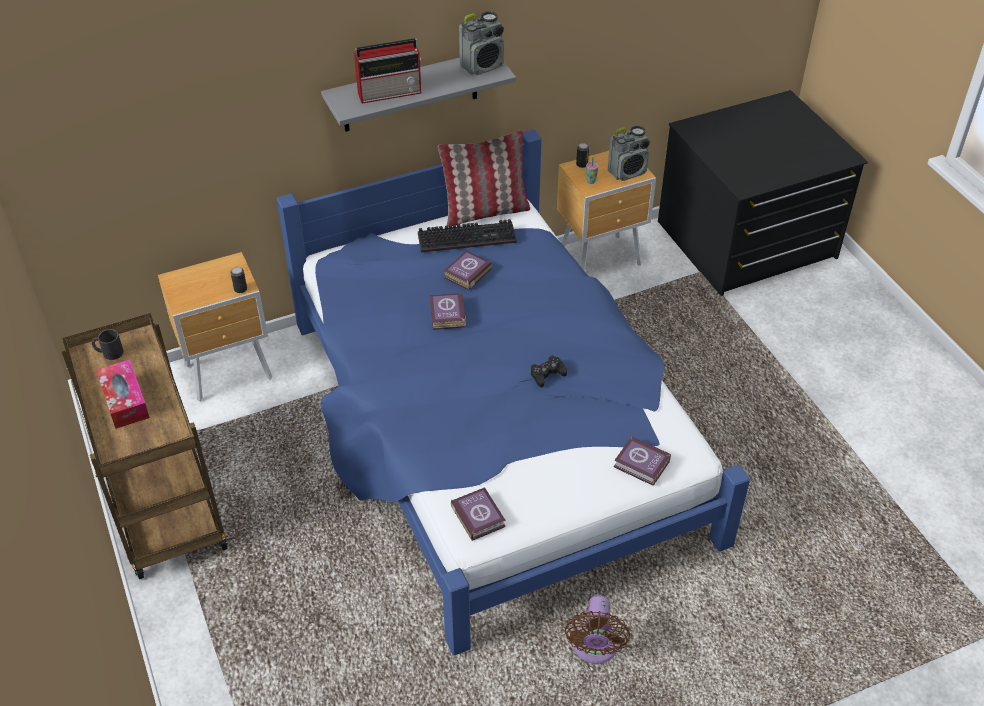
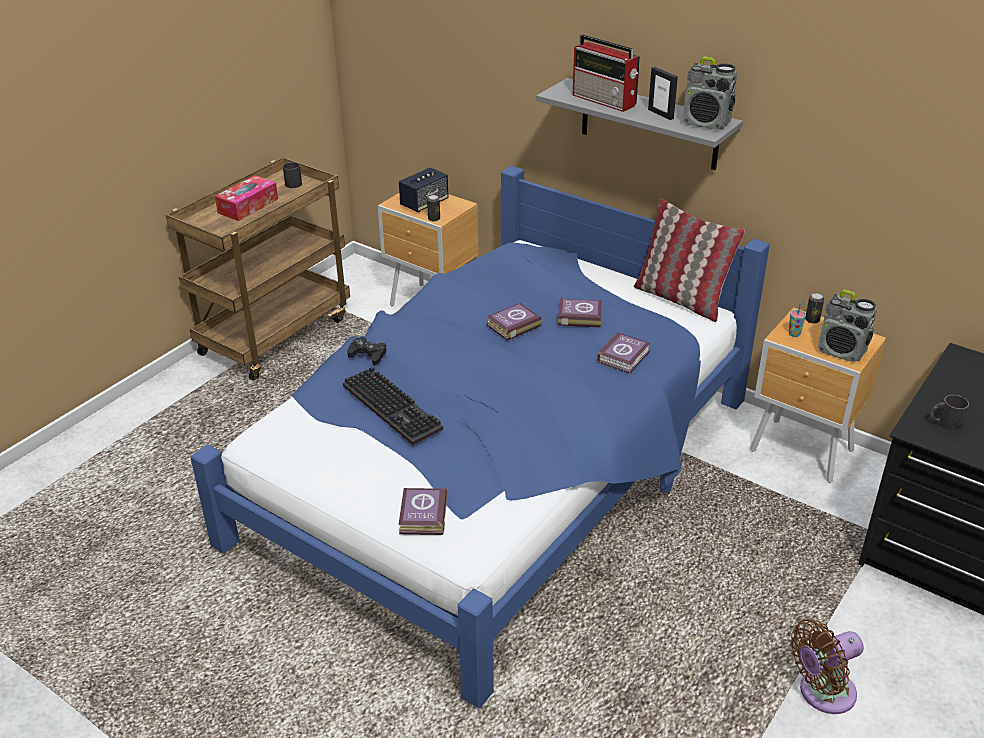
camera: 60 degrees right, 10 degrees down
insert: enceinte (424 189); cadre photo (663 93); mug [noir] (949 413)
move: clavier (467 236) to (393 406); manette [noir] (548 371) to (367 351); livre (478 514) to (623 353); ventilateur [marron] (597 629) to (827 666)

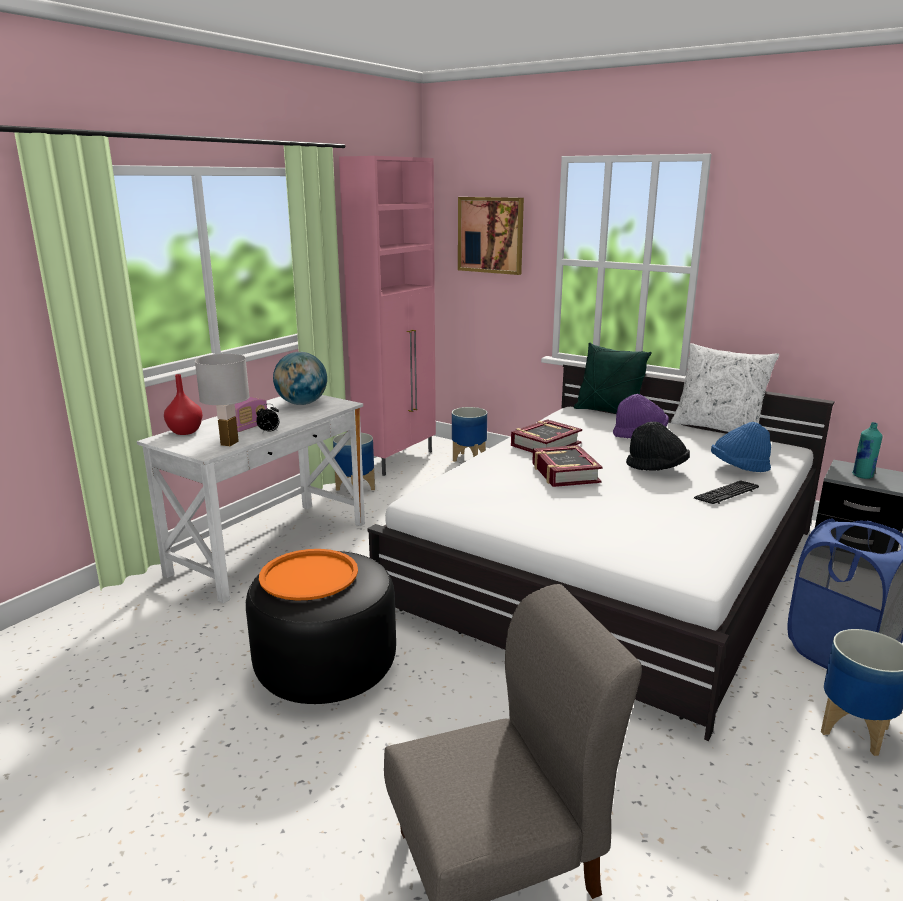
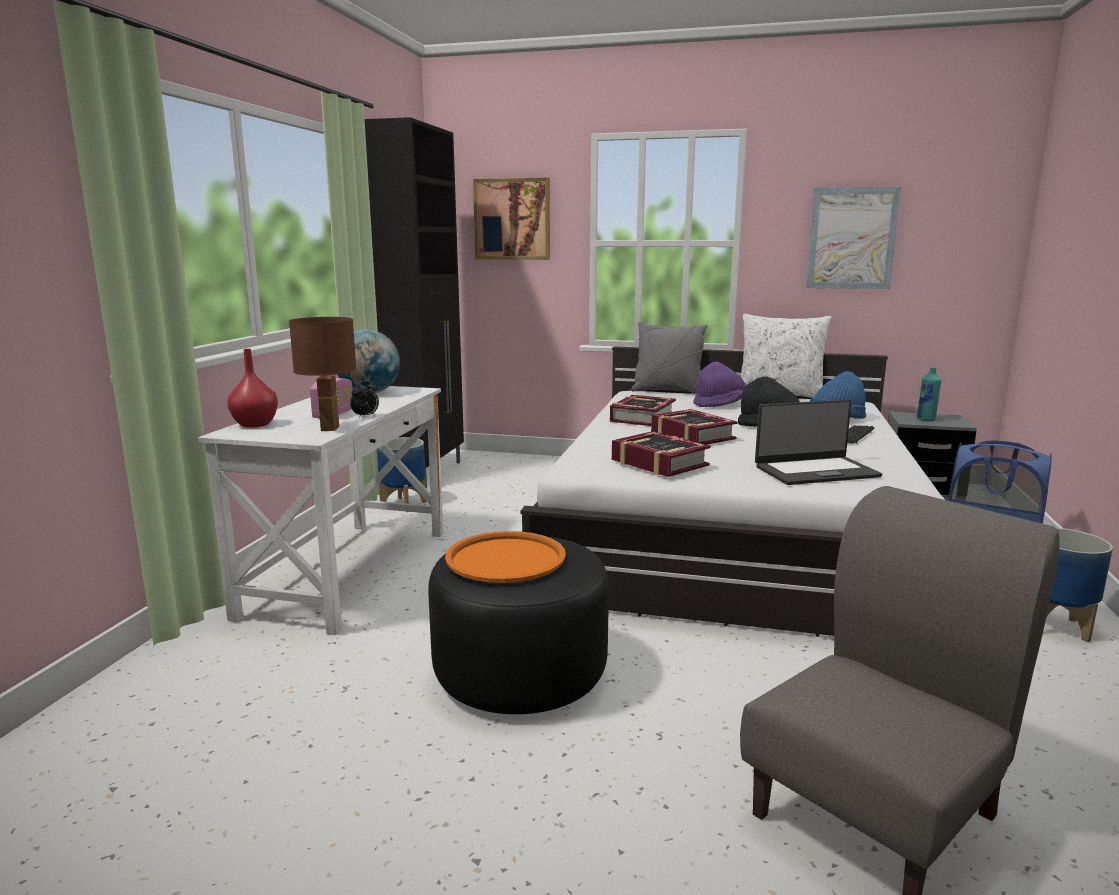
camera: 20 degrees left, 5 degrees down
delete: cache-pot (469 434)
insert: livre (661 454); ordinateur portable (818 442); tableau (853 238)
recolor: lampe de table [blanc] (222 400) to lampe de table [marron] (323 374); meuble de rangement [rose] (387 316) to meuble de rangement [noir] (414 302); coussin [vert] (613 378) to coussin [gris] (669 357)

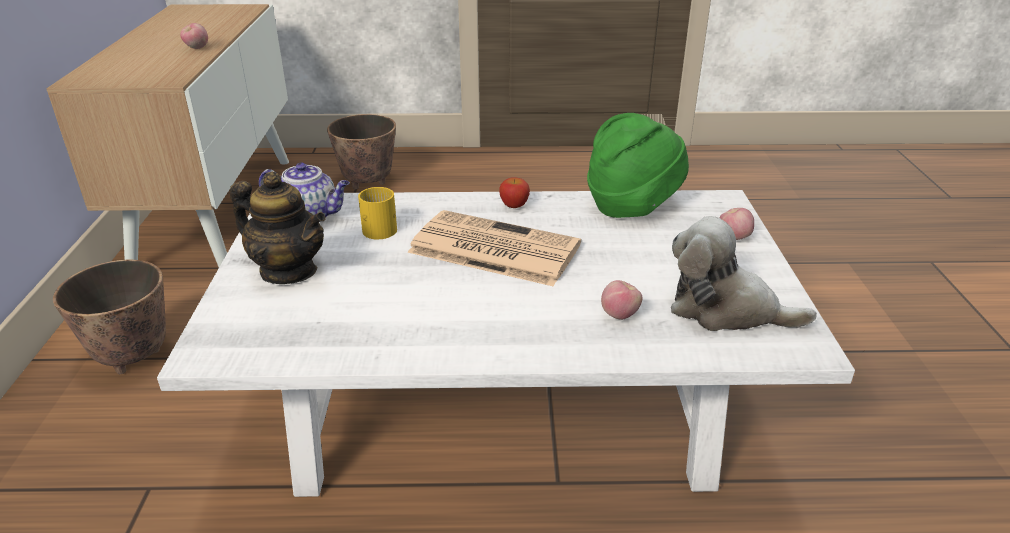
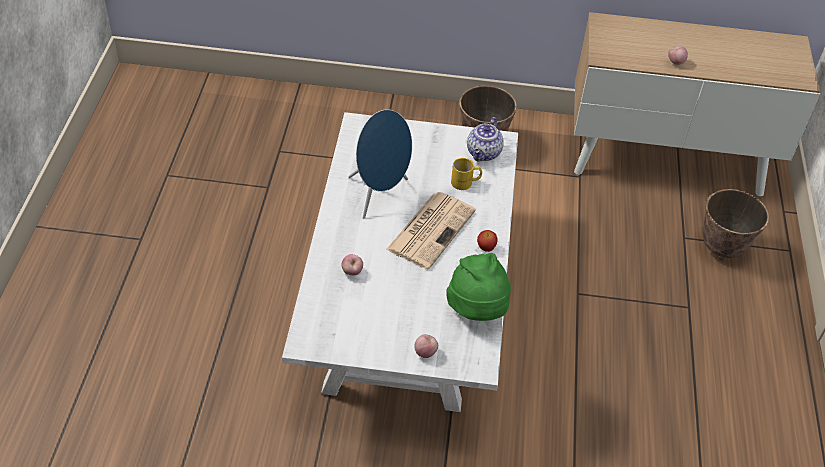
camera: 95 degrees right, 15 degrees up
delete: théière (278 228); peluche (744 273)
insert: enceinte [bleu] (380 163)

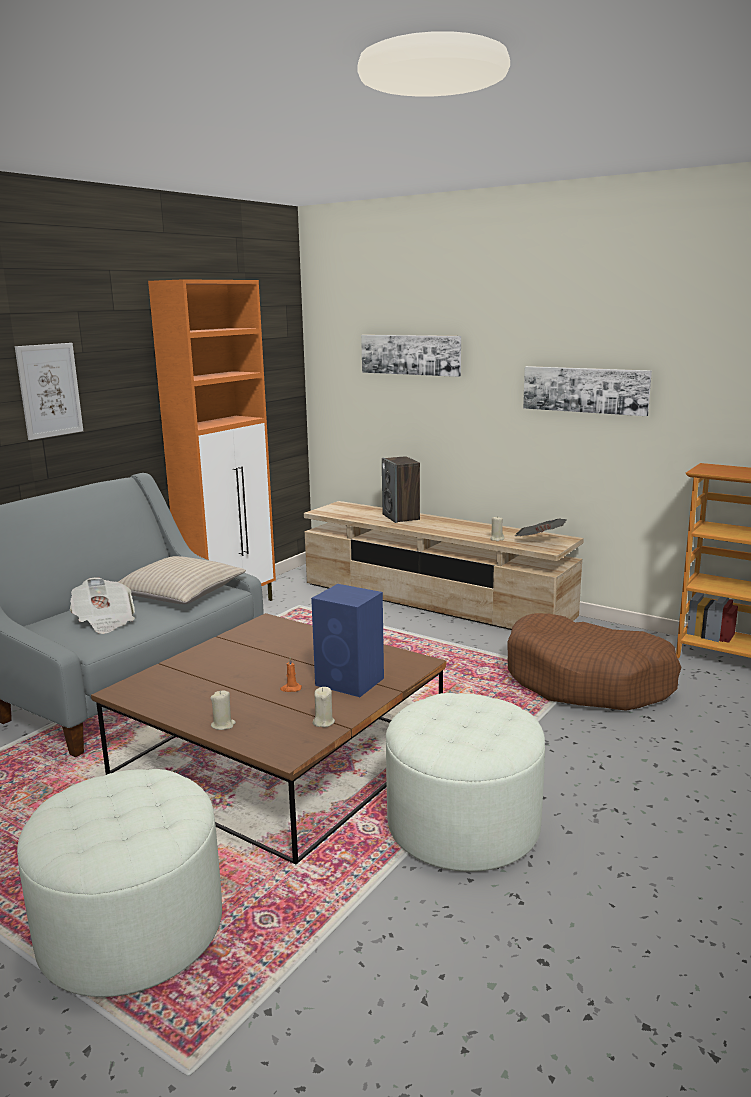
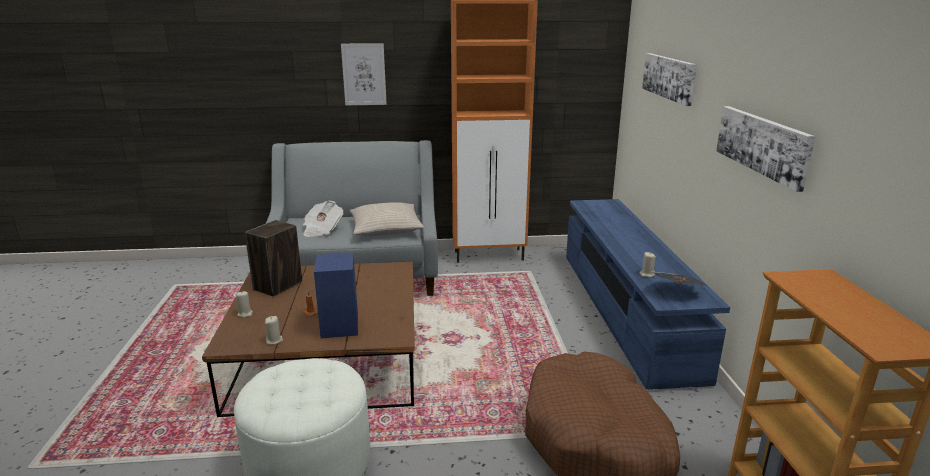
camera: 50 degrees right, 5 degrees up
delete: pouf [blanc] (119 883)
move: enceinte (401 489) to (273 258)
recolor: meuble télé [beige] (444 565) to meuble télé [bleu] (648 294)

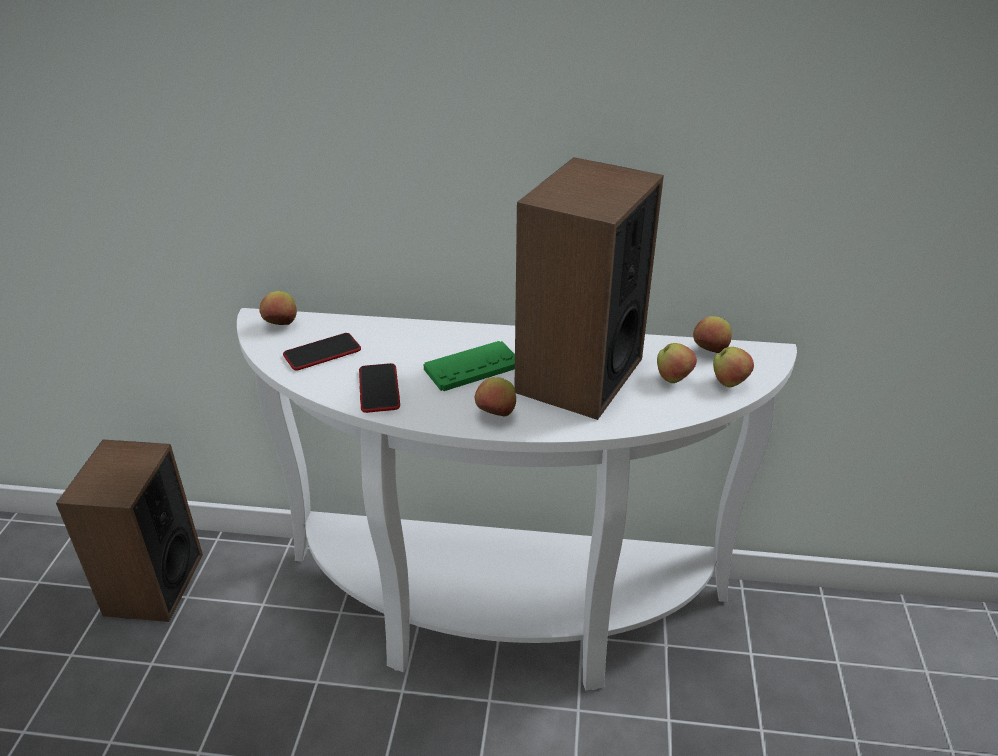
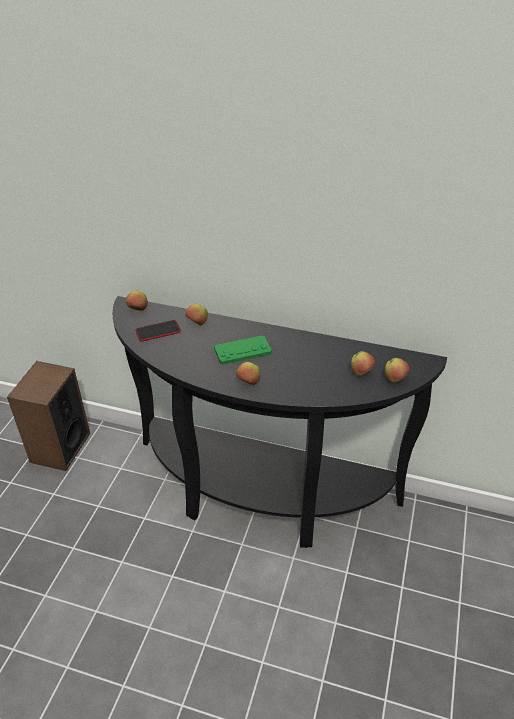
camera: 10 degrees right, 5 degrees up
delete: téléphone (379 388); enceinte (589 288)
move: pomme (712 334) to (197 314)
recolor: table console [blanc] (517 499) to table console [noir] (280 422)

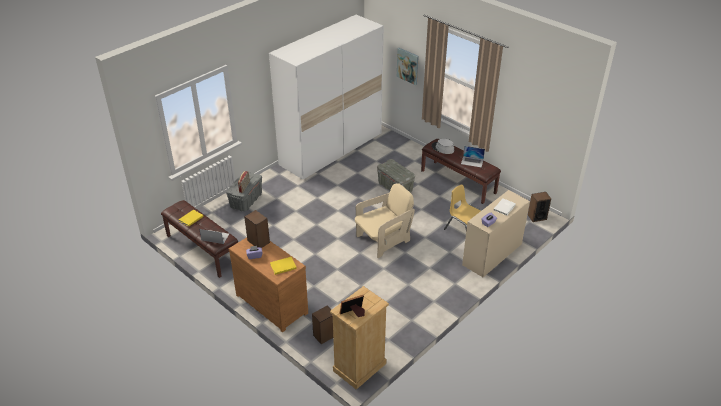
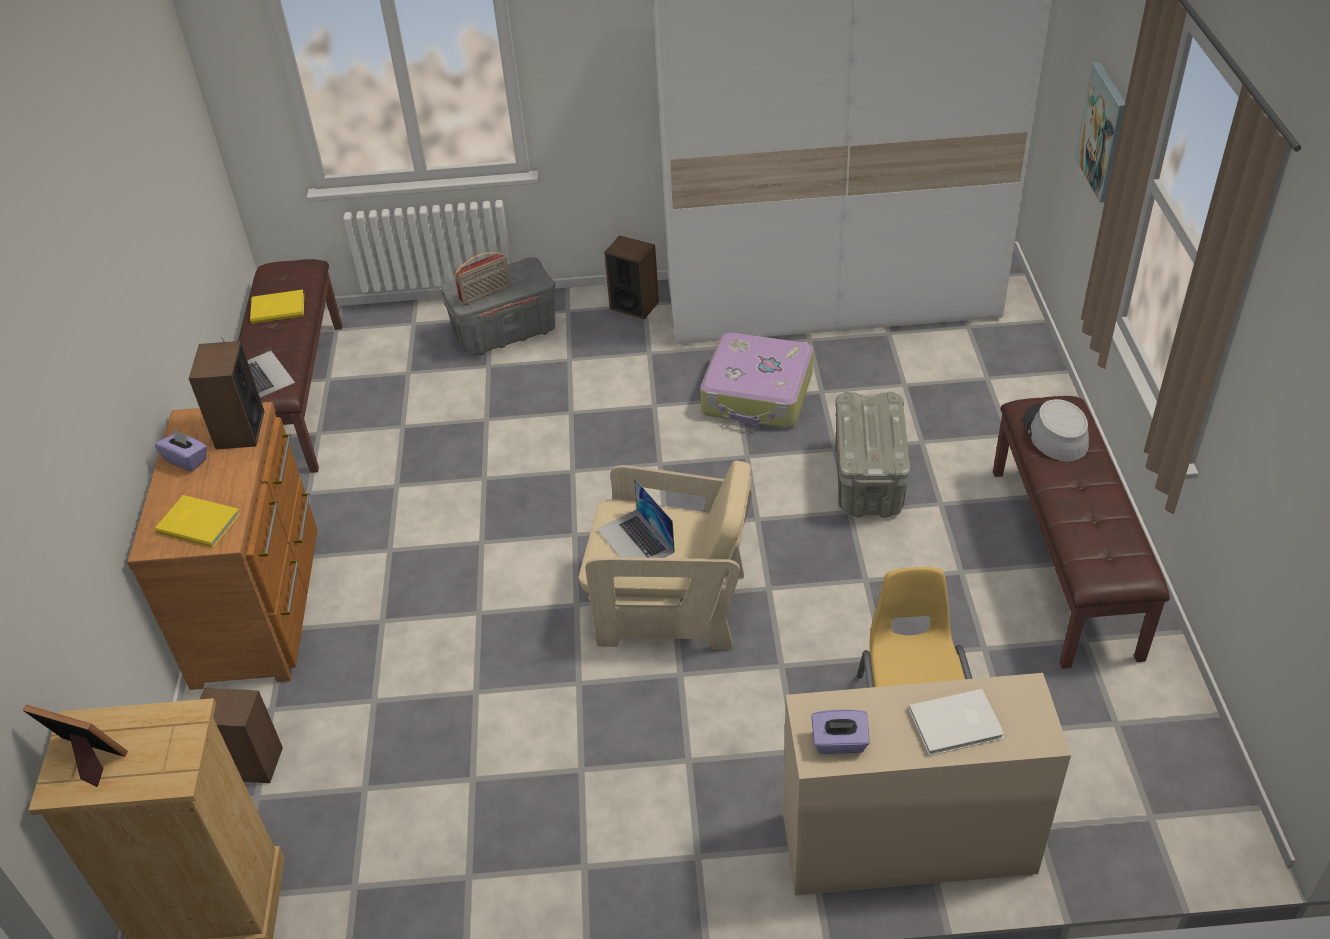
camera: 45 degrees right, 5 degrees up
insert: valise (756 380)
move: ordinateur portable (473 157) to (636 518); enceinte (539 207) to (631 277)

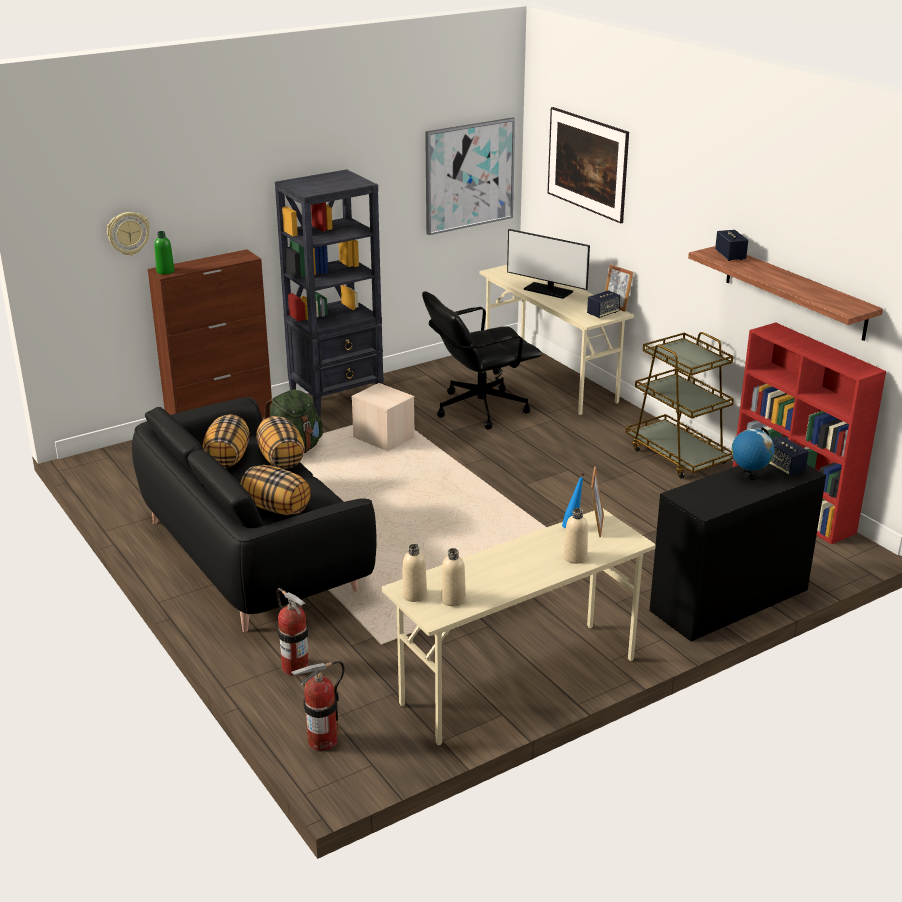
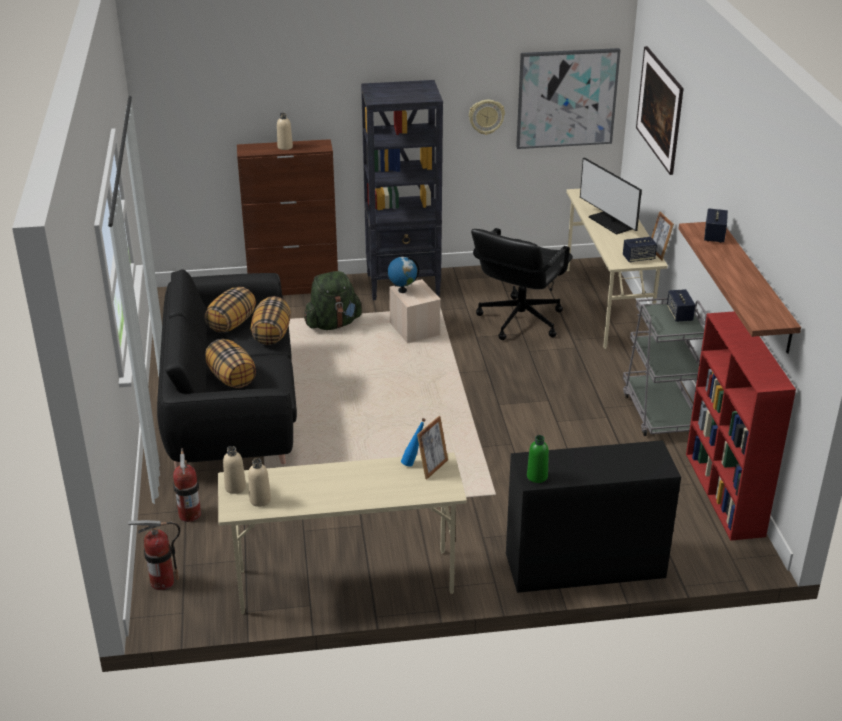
camera: 25 degrees right, 5 degrees up
move: bouteille [beige] (576 536) to (285 131); globe (753 453) to (403 275); horloge murale (128 233) to (487 117); bouteille [vert] (164 252) to (538 459); enceinte (789 456) to (681 305)
recolor: chariot [marron] (680 405) to chariot [gris] (665 367)
rotate: chaise de bureau [noir] (482 360) = (522 284) 60 degrees counterclockwise

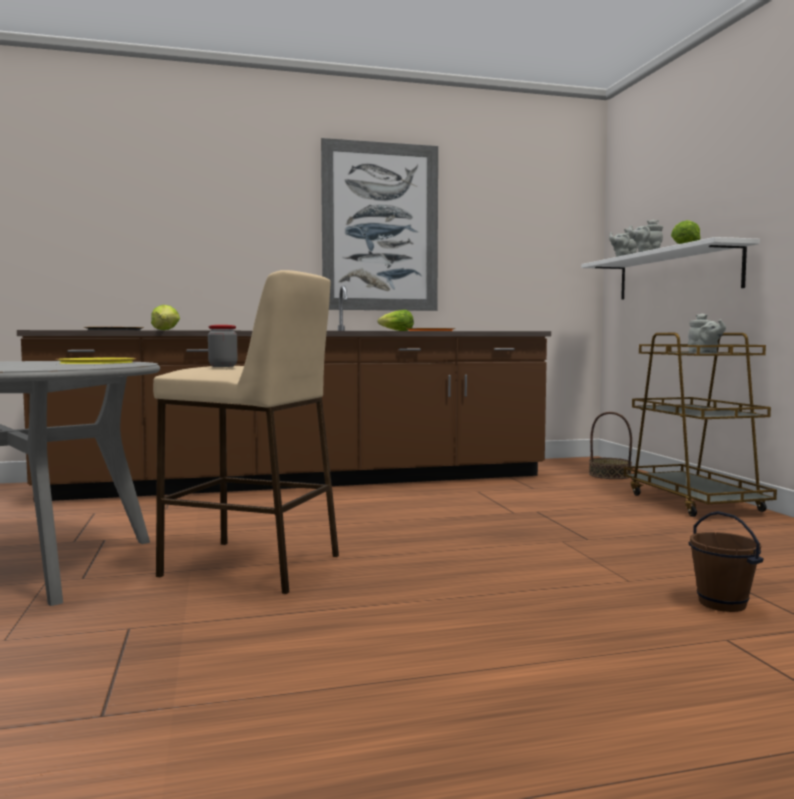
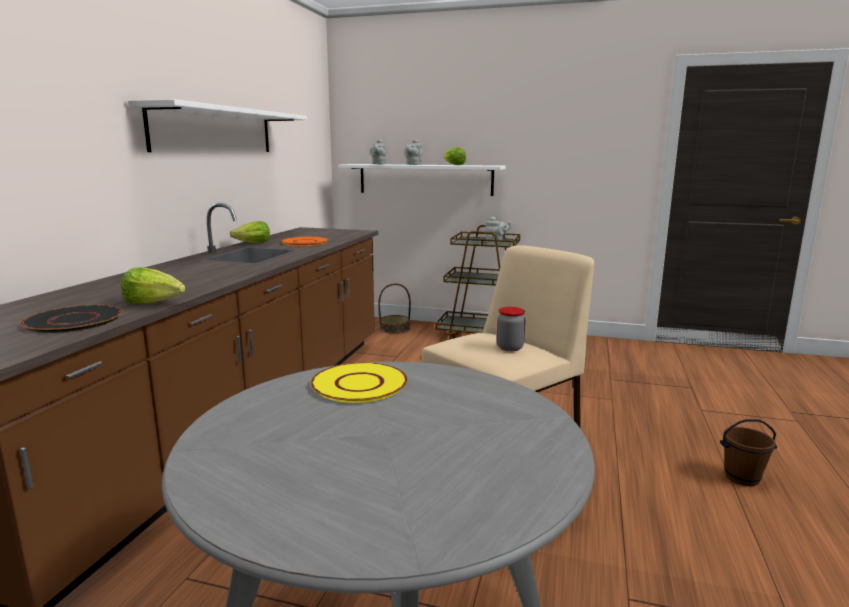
camera: 60 degrees left, 10 degrees up
move: seau [marron] (726 561) to (748 452)
replace: tableau (379 224) to étagère [blanc] (217 125)

